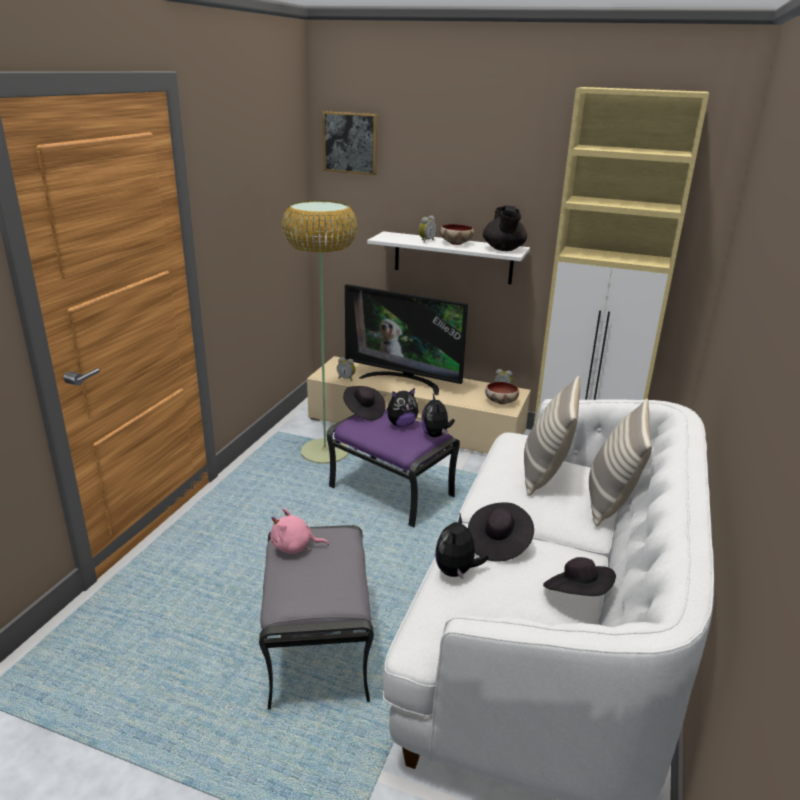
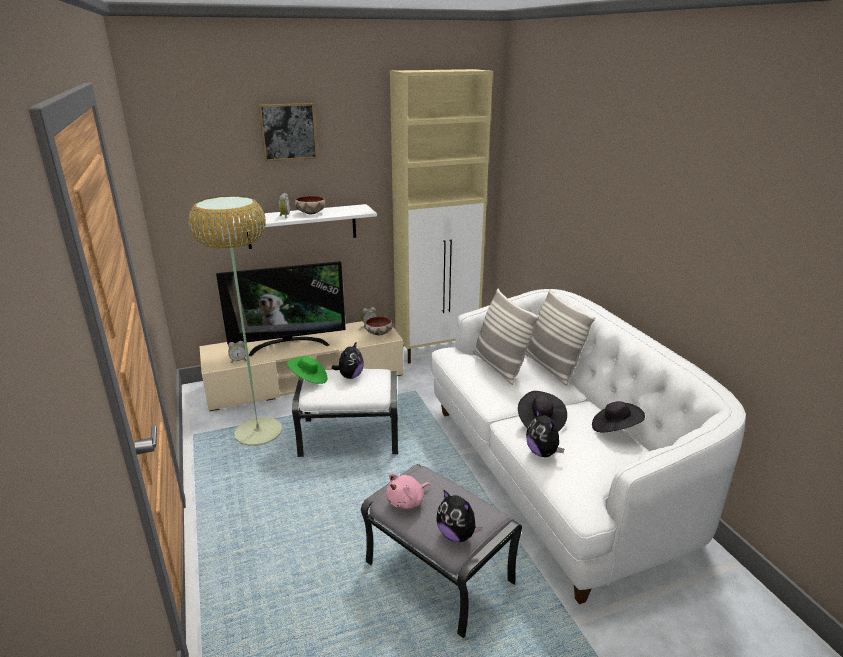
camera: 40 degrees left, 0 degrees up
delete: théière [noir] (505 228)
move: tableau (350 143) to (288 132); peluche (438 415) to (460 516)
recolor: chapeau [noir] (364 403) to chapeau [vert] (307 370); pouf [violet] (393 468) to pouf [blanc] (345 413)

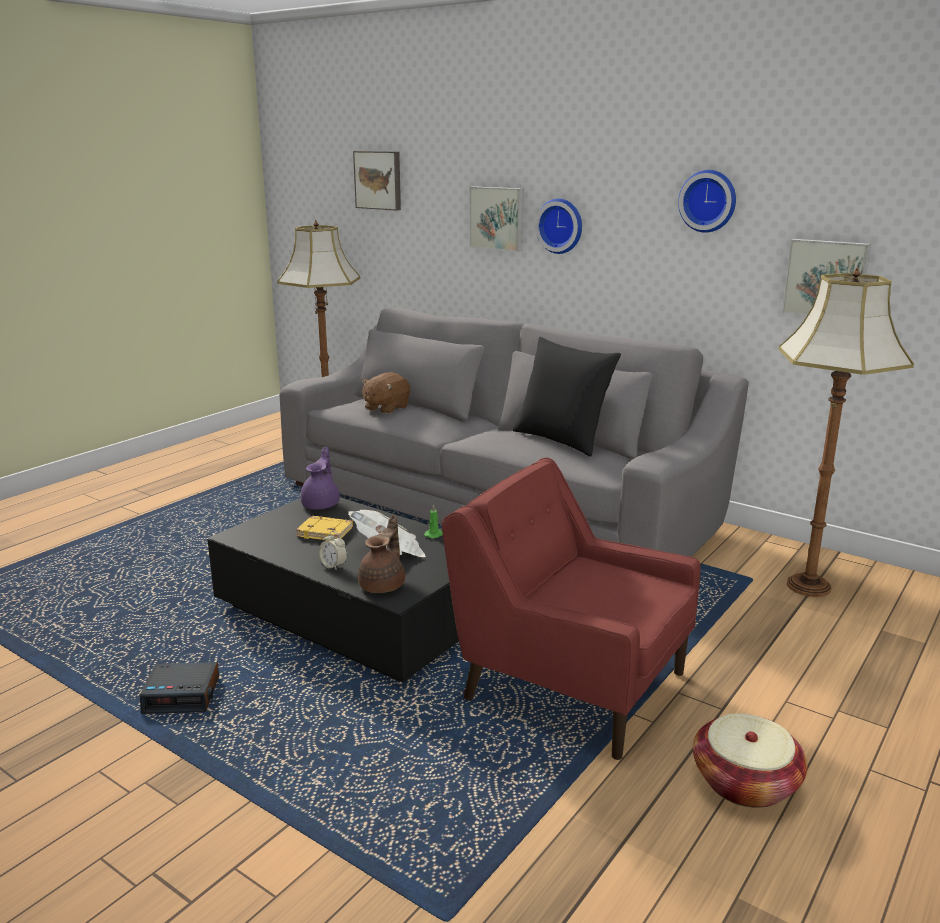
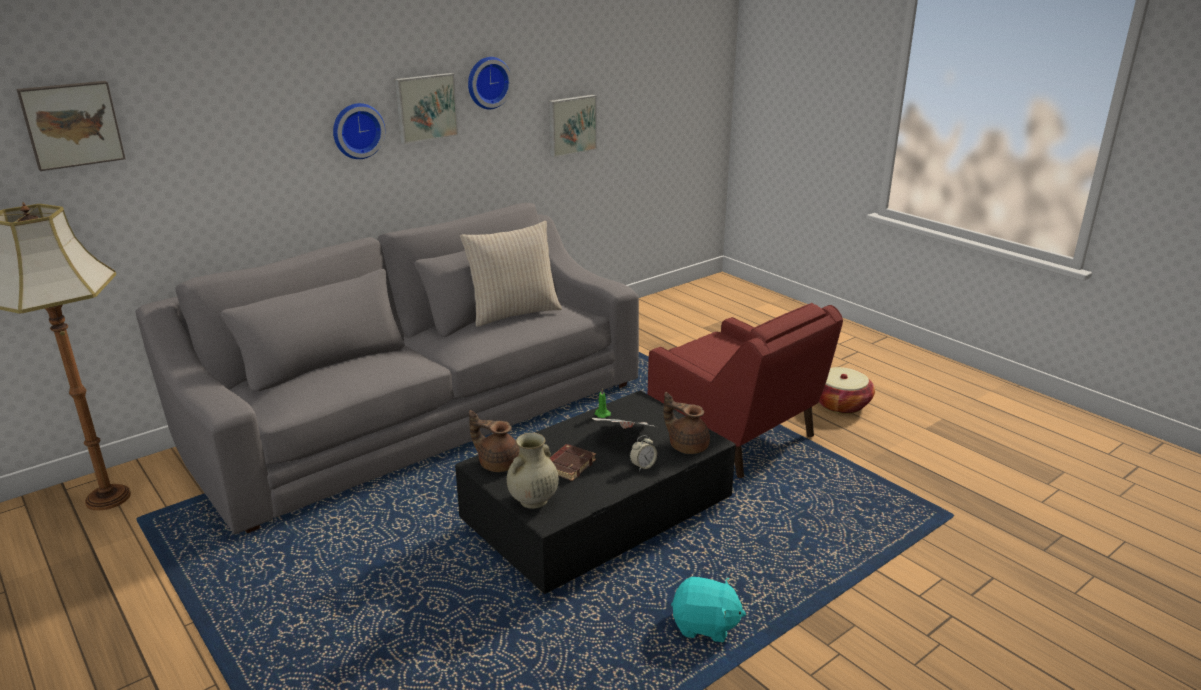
camera: 75 degrees left, 5 degrees up
delete: peluche [marron] (385 393); lampadaire (846 431)
insert: vase [beige] (533 471)
move: tableau (497 219) to (426 108)
replace: réveil (179 688) to peluche [turquoise] (708 609)
recolor: coussin [noir] (567 397) to coussin [beige] (511 274); théière [violet] (320 478) to théière [marron] (494 441); livre [jaune] (324 528) to livre [marron] (573 462)
rotate: fauteuil [rouge] (571 608) = (745 390) 90 degrees counterclockwise

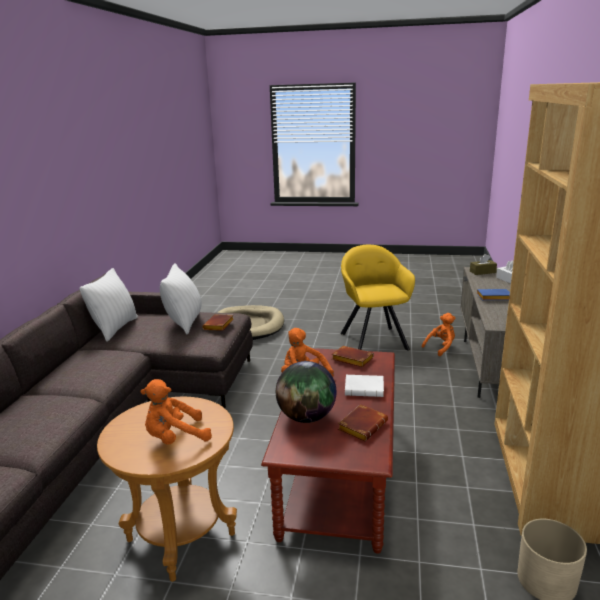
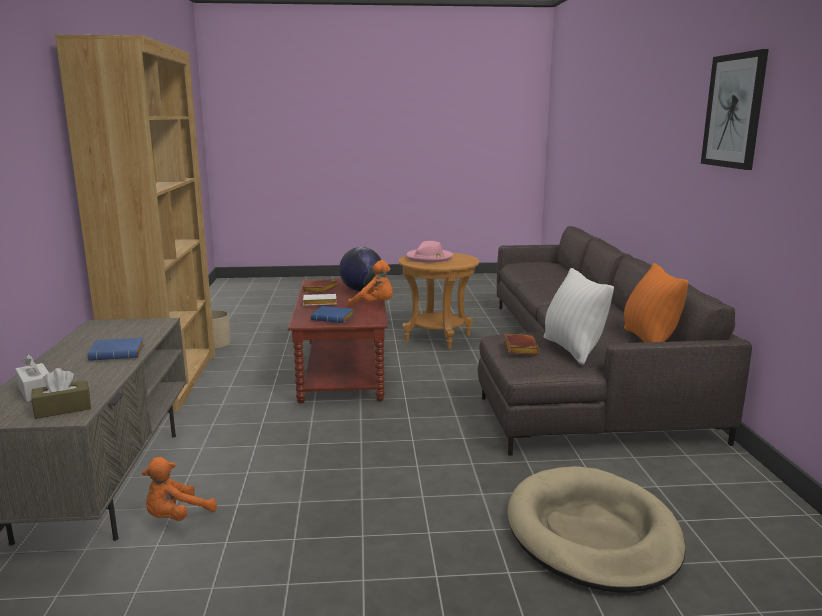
camera: 165 degrees right, 5 degrees down
delete: fauteuil [jaune] (377 298)
insert: tableau (735 109)
replace: peluche [orange] (176 412) to chapeau [rose] (429 252)
recolor: livre [marron] (353 356) to livre [bleu] (332 314); coussin [blanc] (108 304) to coussin [orange] (656 302)

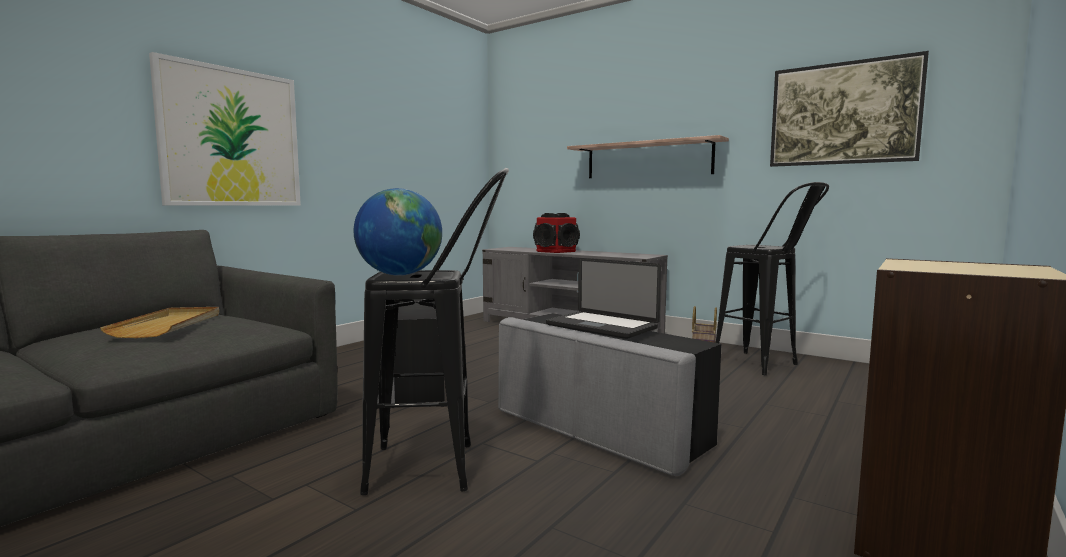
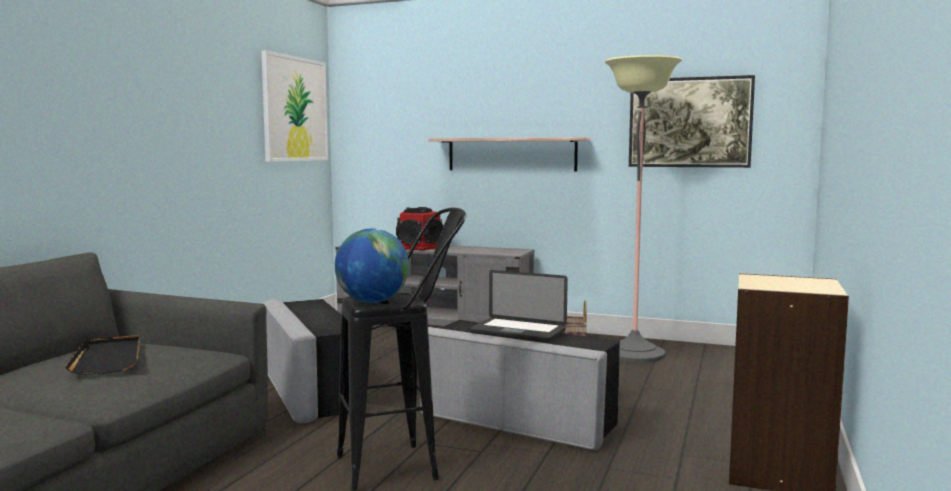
camera: 15 degrees left, 0 degrees up
move: tableau (225 129) to (294 106)
replace: tabouret [noir] (772 278) to lampadaire (643 209)
recolor: plateau [beige] (159 322) to plateau [noir] (102 355)

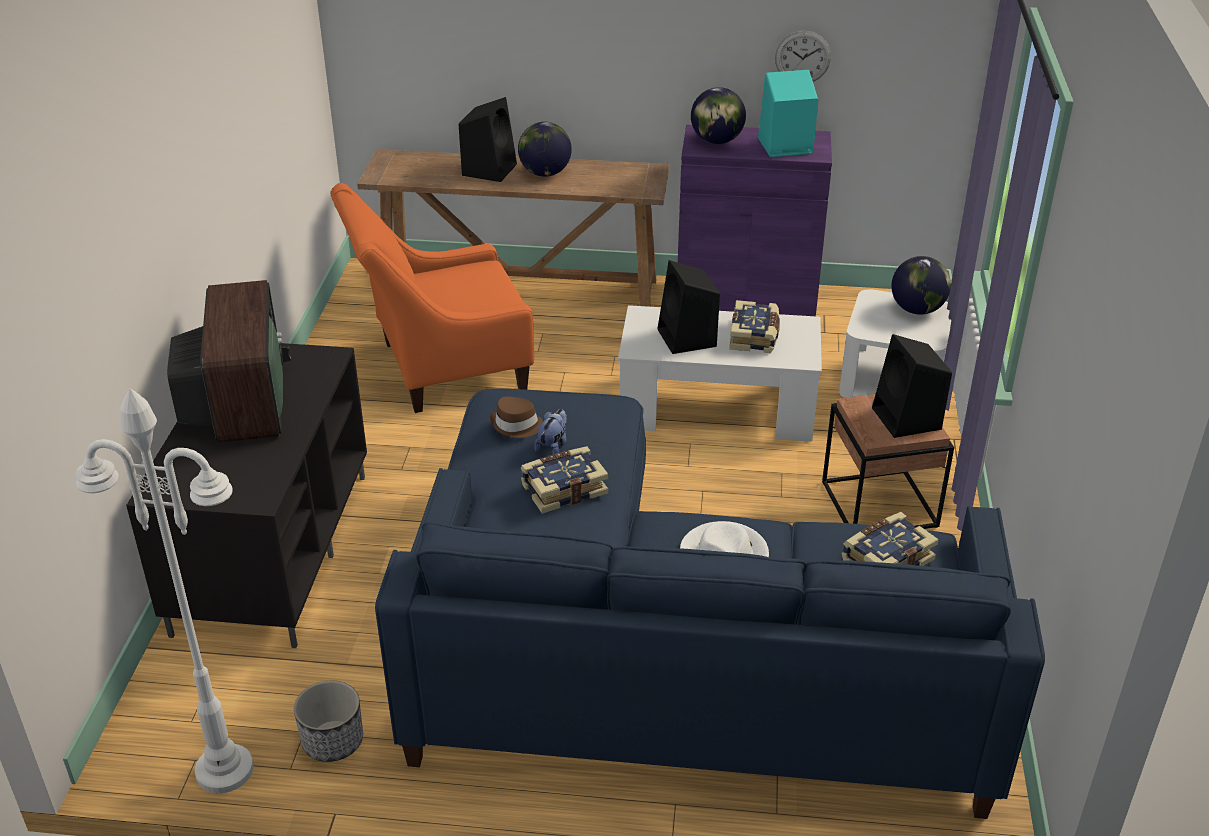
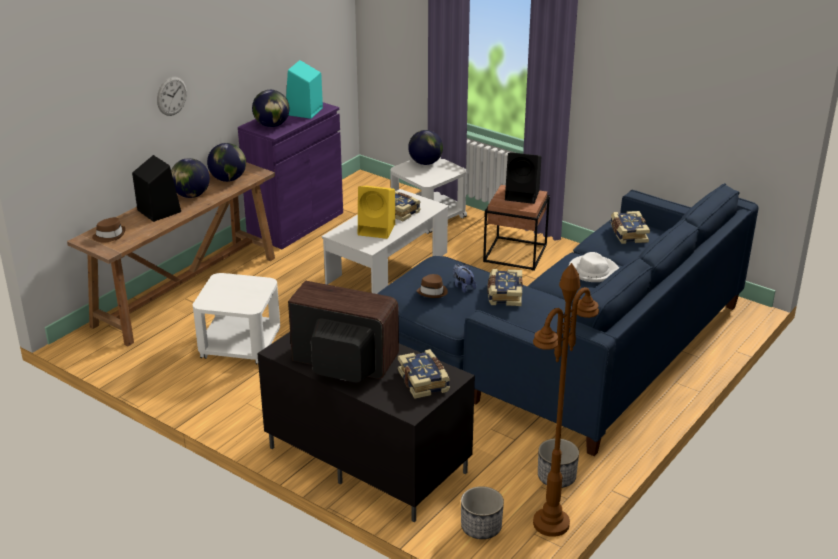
camera: 60 degrees left, 5 degrees down
insert: chapeau [marron] (109 229); globe (226 162); livre (424 374); cache-pot (482 512)
move: horloge murale (803 56) to (172 96)
replace: fauteuil [orange] (432 298) to table d'appoint [blanc] (236 318)
recolor: enceinte [noir] (688 307) to enceinte [jaune] (376 212); lampadaire [blanc] (164 590) to lampadaire [marron] (566 400)

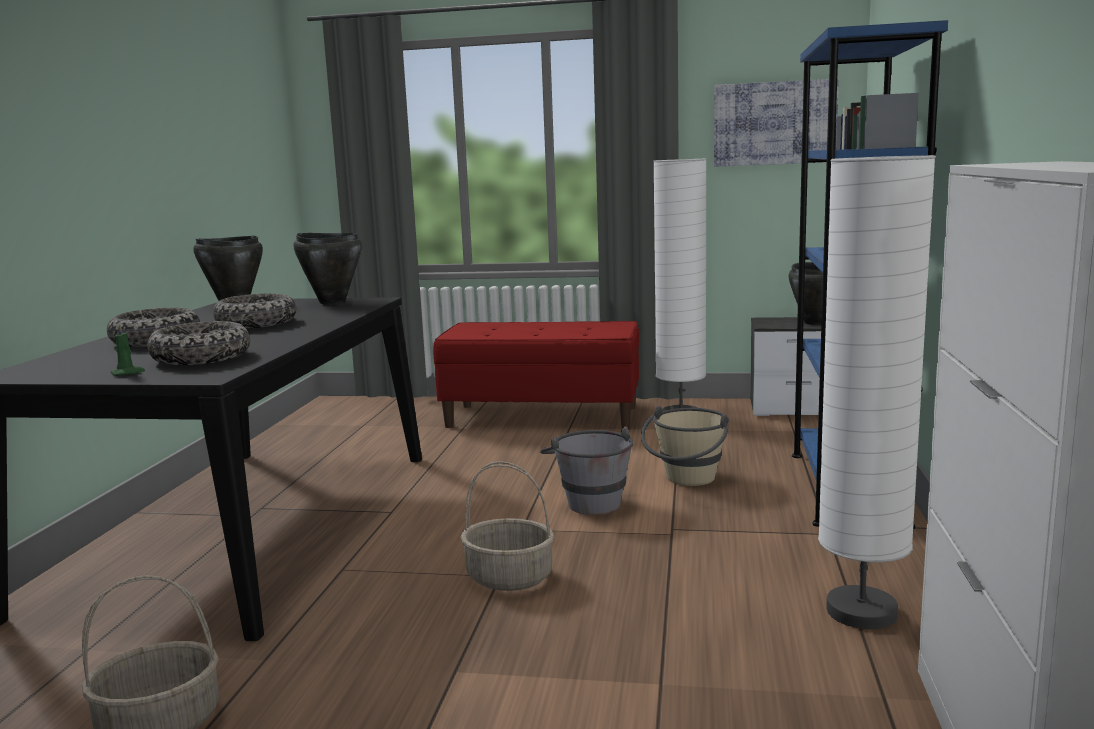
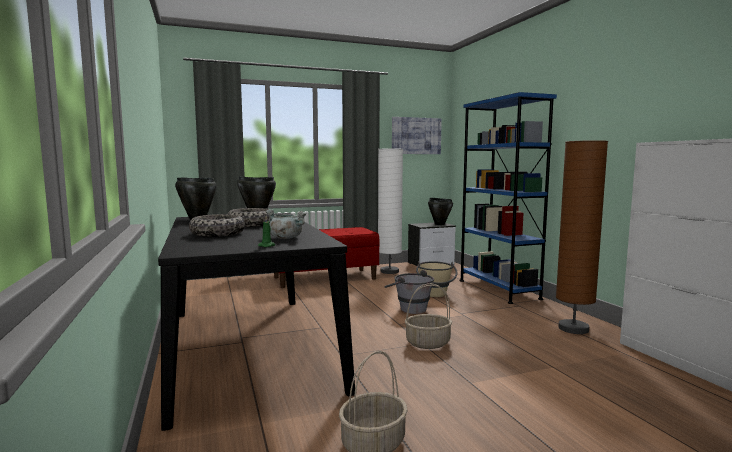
camera: 30 degrees left, 5 degrees down
replace: bol (198 343) to marmite [gris] (286 224)
recolor: lampadaire [blanc] (877 392) to lampadaire [marron] (582 237)

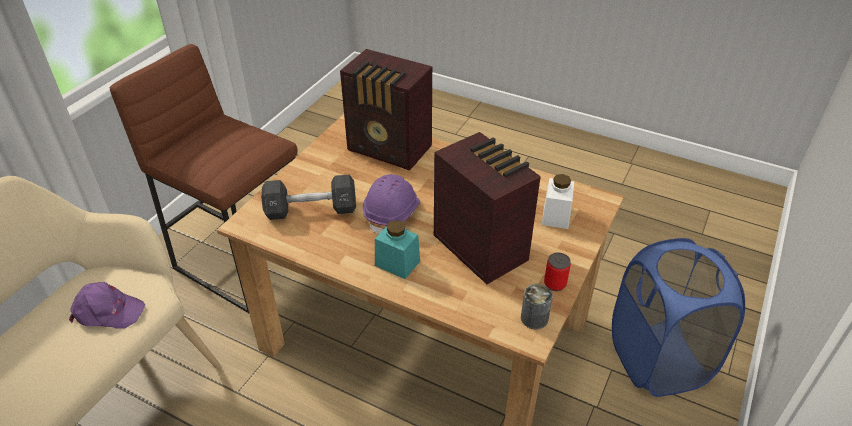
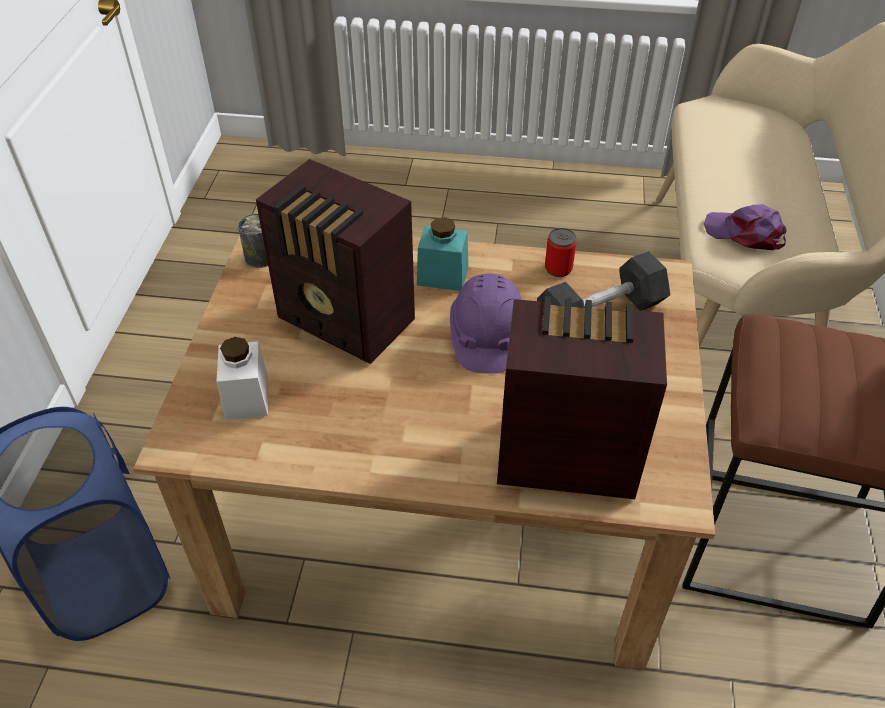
camera: 160 degrees right, 5 degrees up
move: boîte métallique (557 271) to (560 252)
rotate: casquette [violet] (107 305) = (745 227) 45 degrees clockwise

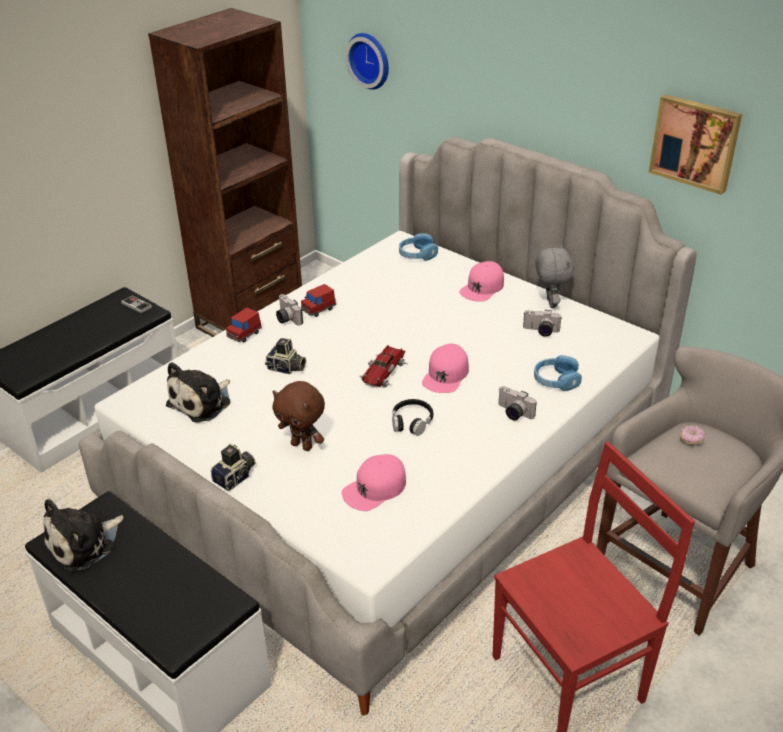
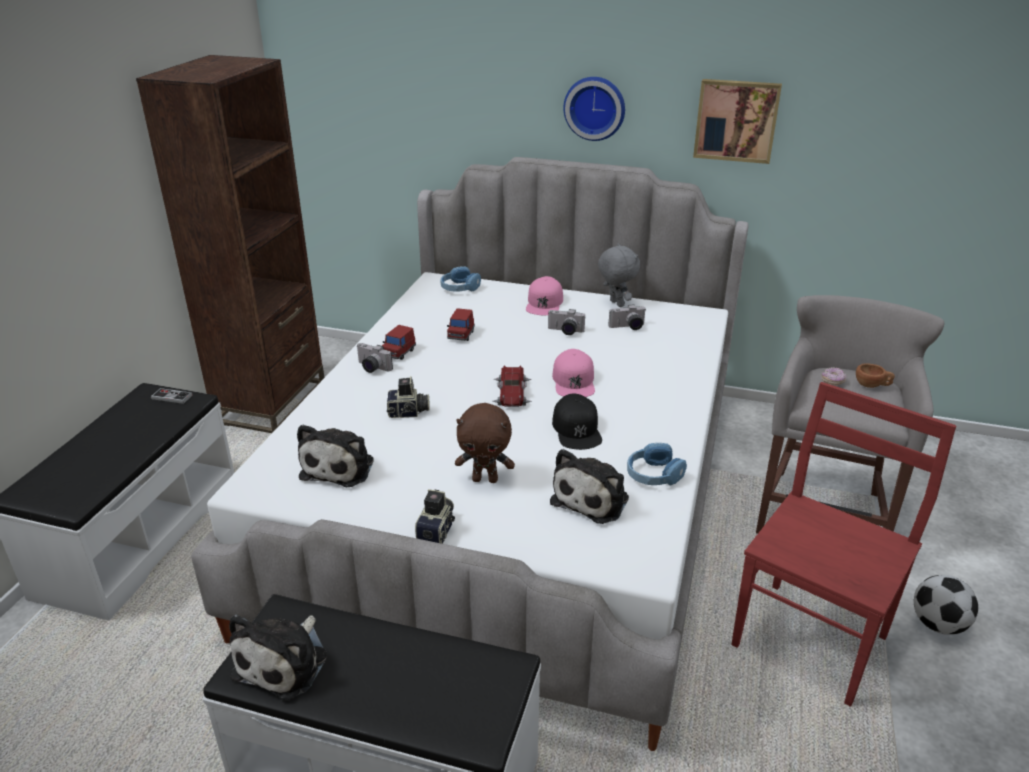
camera: 25 degrees left, 5 degrees down
insert: tasse [marron] (875 375); ballon de foot (946 605)
move: petite voiture [rouge] (244 325) to (461 324); appareil photo (518 403) to (566 322); horloge murale (367 61) to (594 109); casque audio [bleu] (558 373) to (657 464)
replace: casquette [rose] (374 482) to peluche (589 486); casque audio [noir] (412 417) to casquette [noir] (577 421)

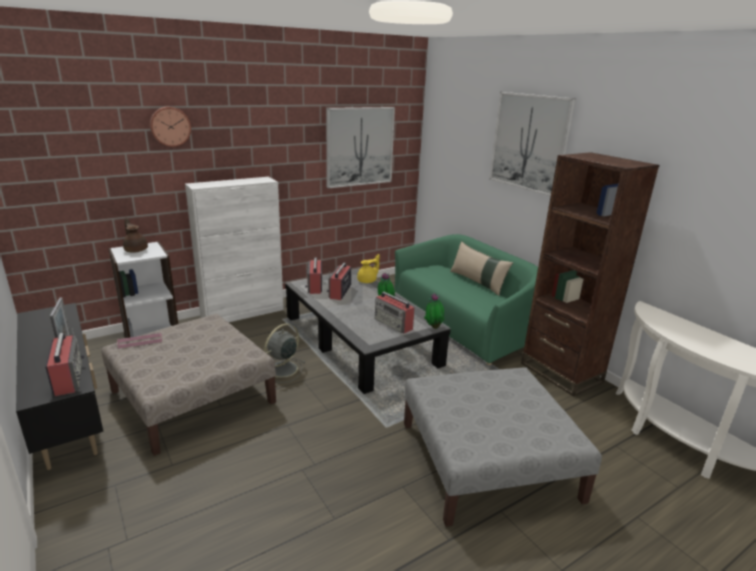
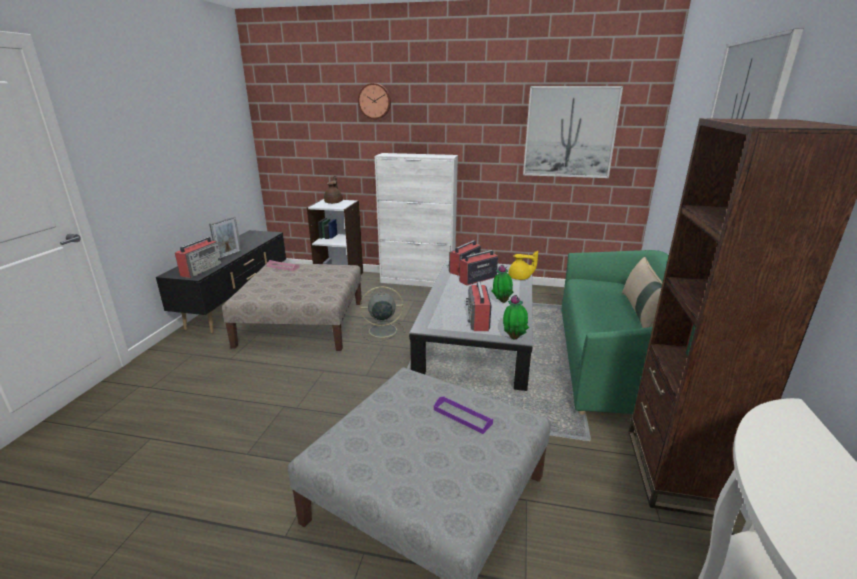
camera: 45 degrees right, 0 degrees up
insert: plateau [violet] (463 415)

